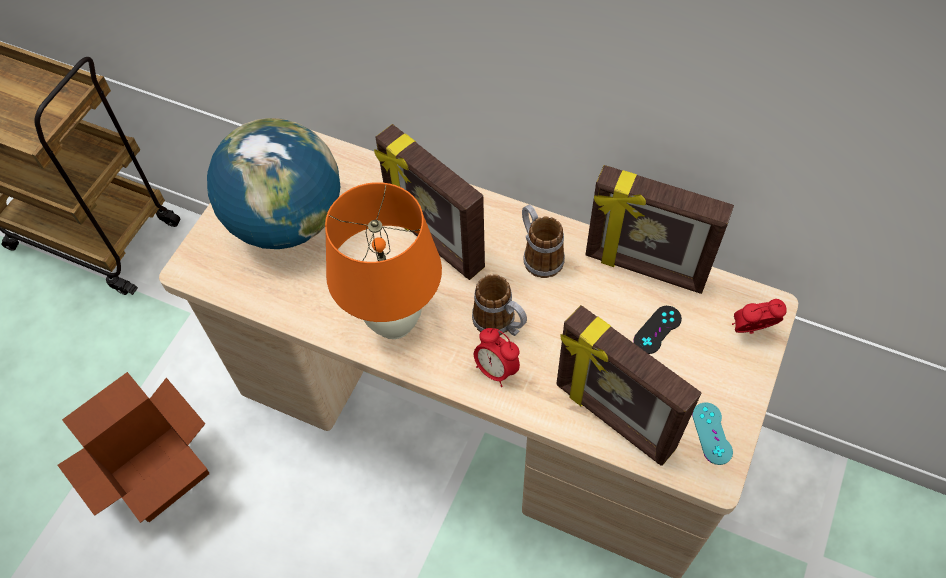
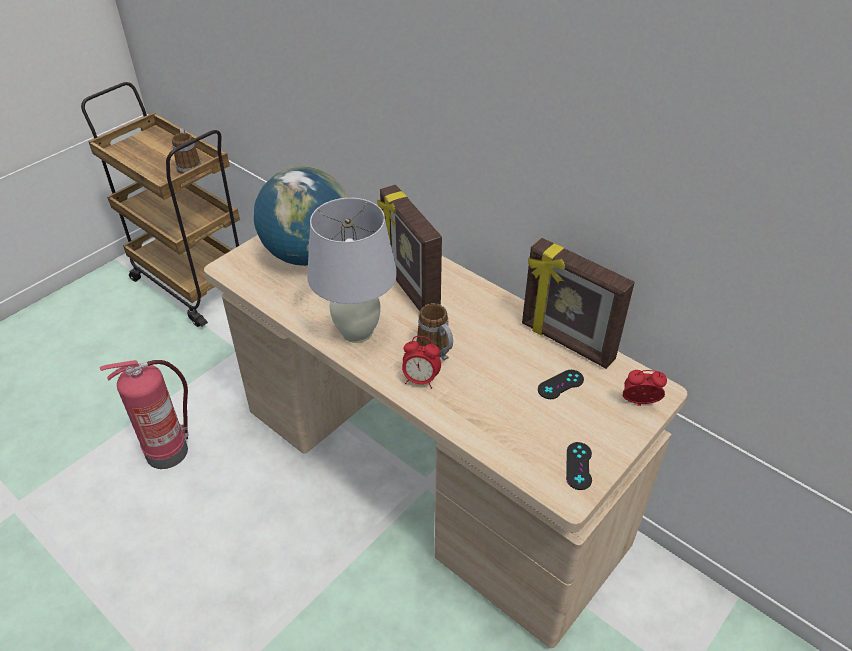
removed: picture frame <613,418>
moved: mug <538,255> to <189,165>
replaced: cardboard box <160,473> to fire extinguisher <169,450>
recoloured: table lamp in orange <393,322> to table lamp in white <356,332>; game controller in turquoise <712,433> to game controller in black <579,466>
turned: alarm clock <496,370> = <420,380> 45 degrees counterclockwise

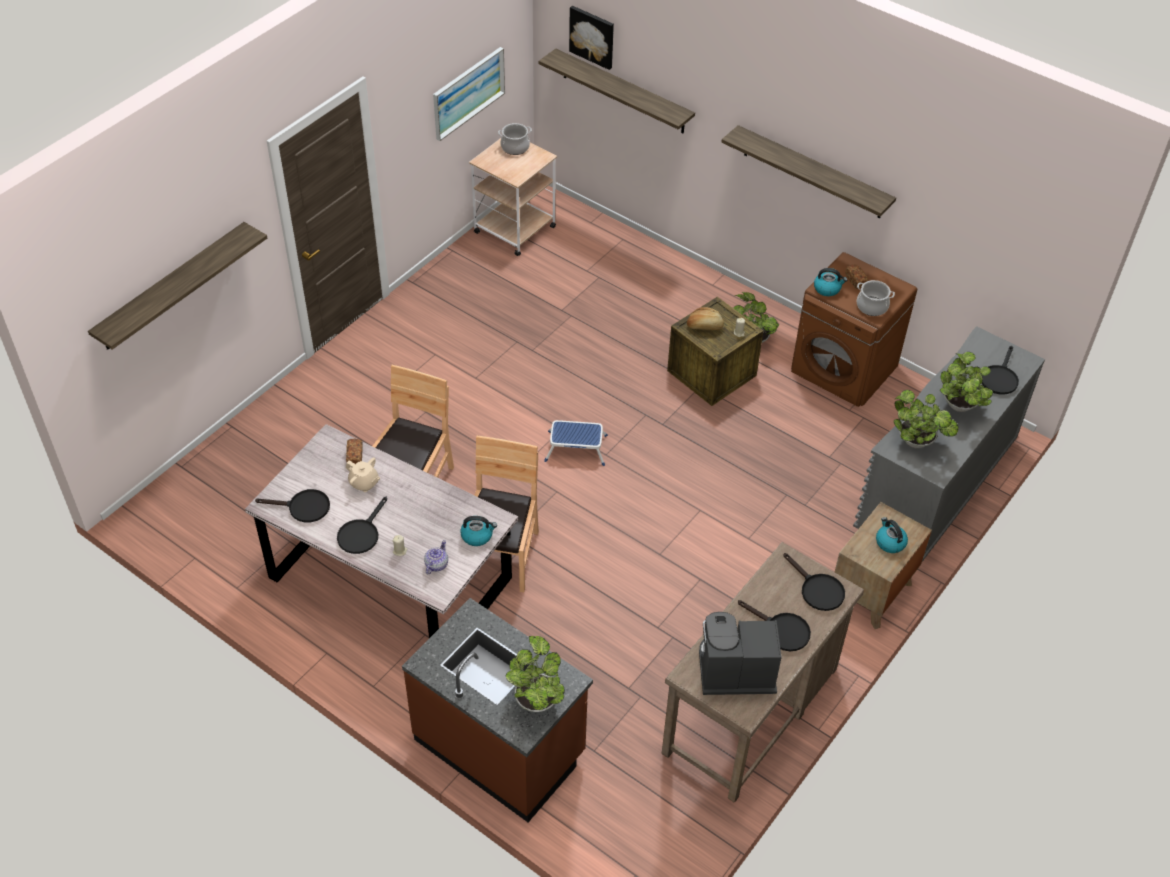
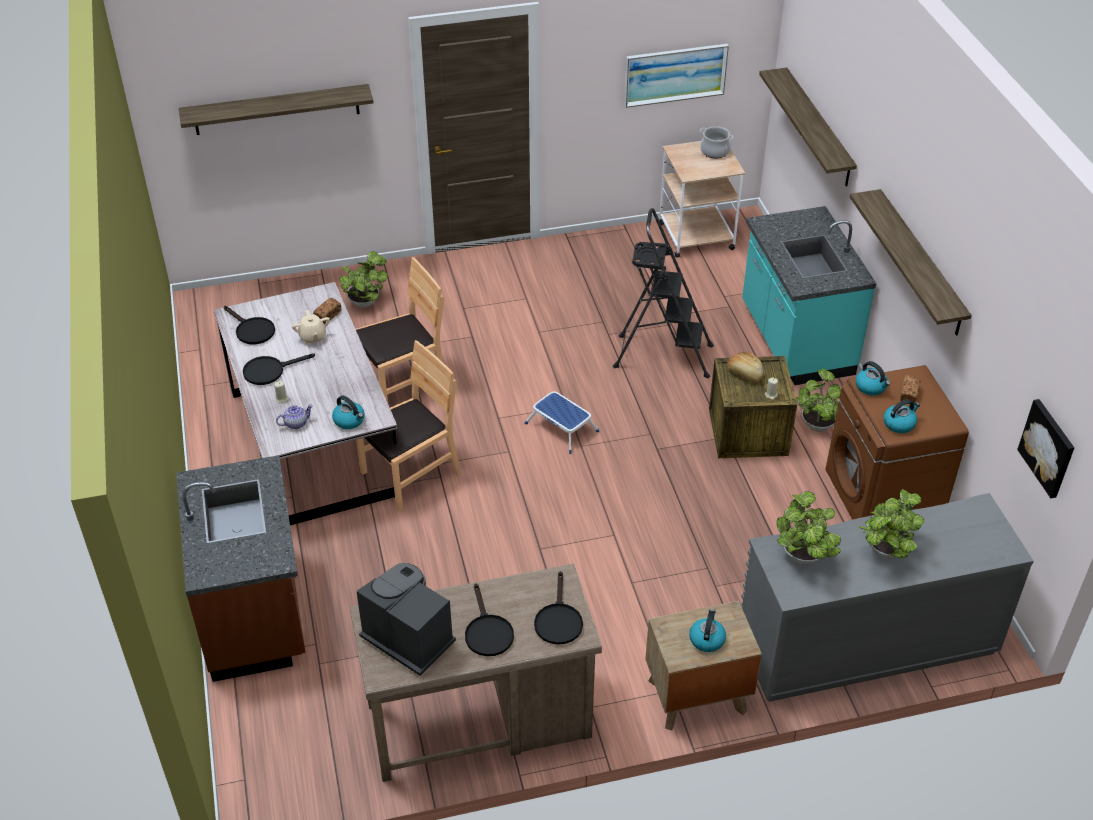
removed: frying pan in black <999,378>
added: step ladder <662,355>; counter in turquoise <795,341>
moved: potted plant <536,698> to <365,301>; picture <592,36> to <1048,448>
replaced: cooking pot <871,306> to kettle <899,423>

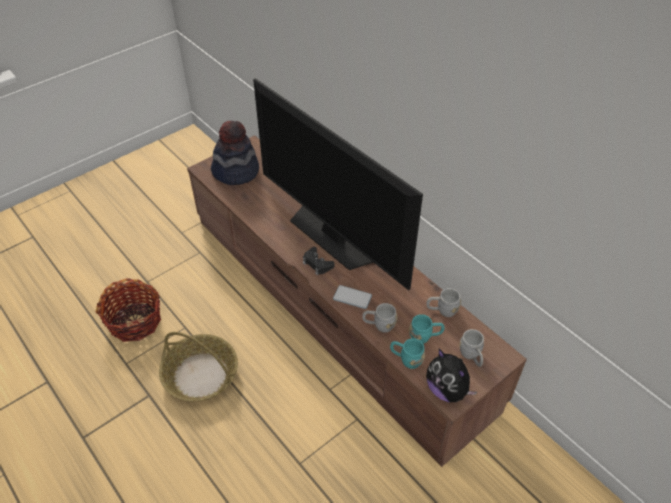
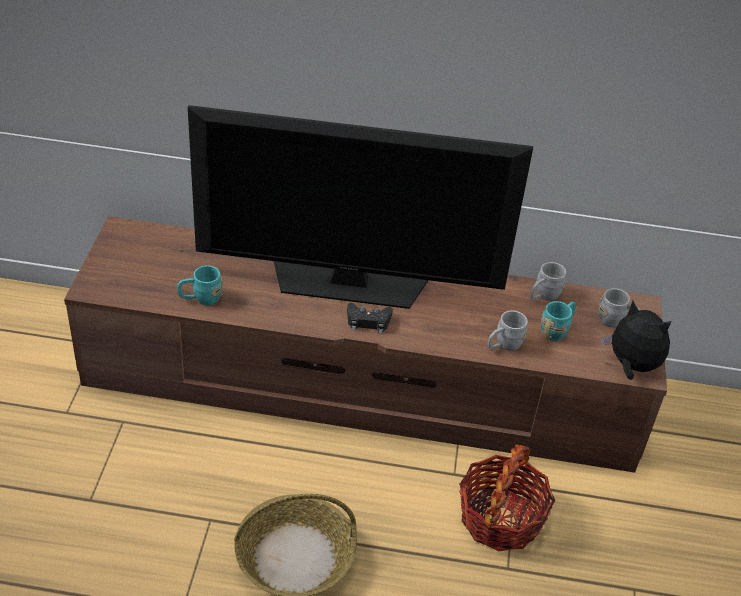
removed: hat <236,171>; phone <352,297>
moved: mug in turquoise <406,359> to <201,299>; basket <135,321> to <500,518>
turned: plush toy <447,390> = <631,366> 150 degrees counterclockwise

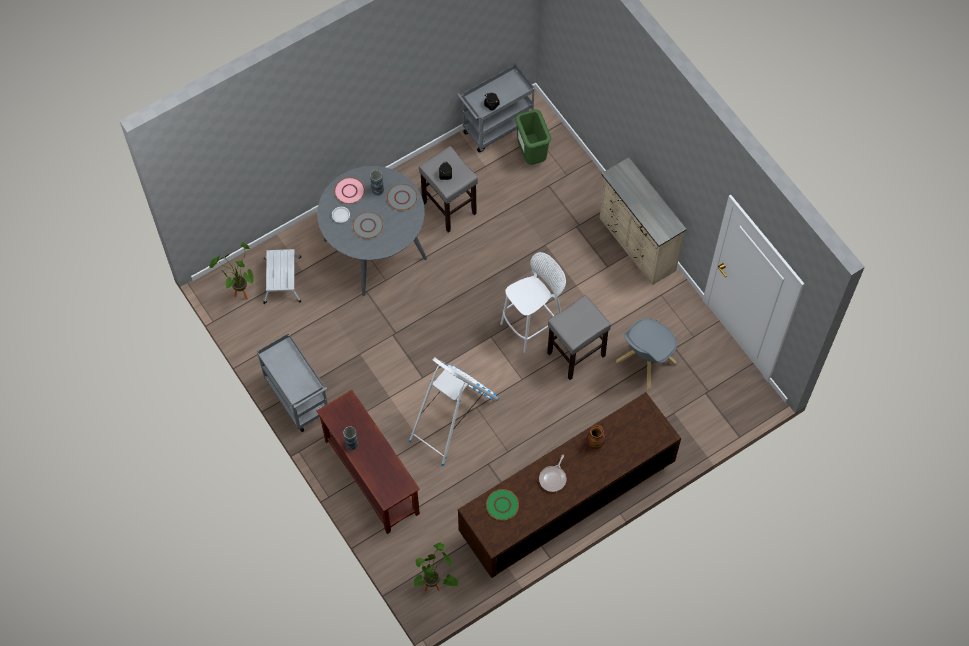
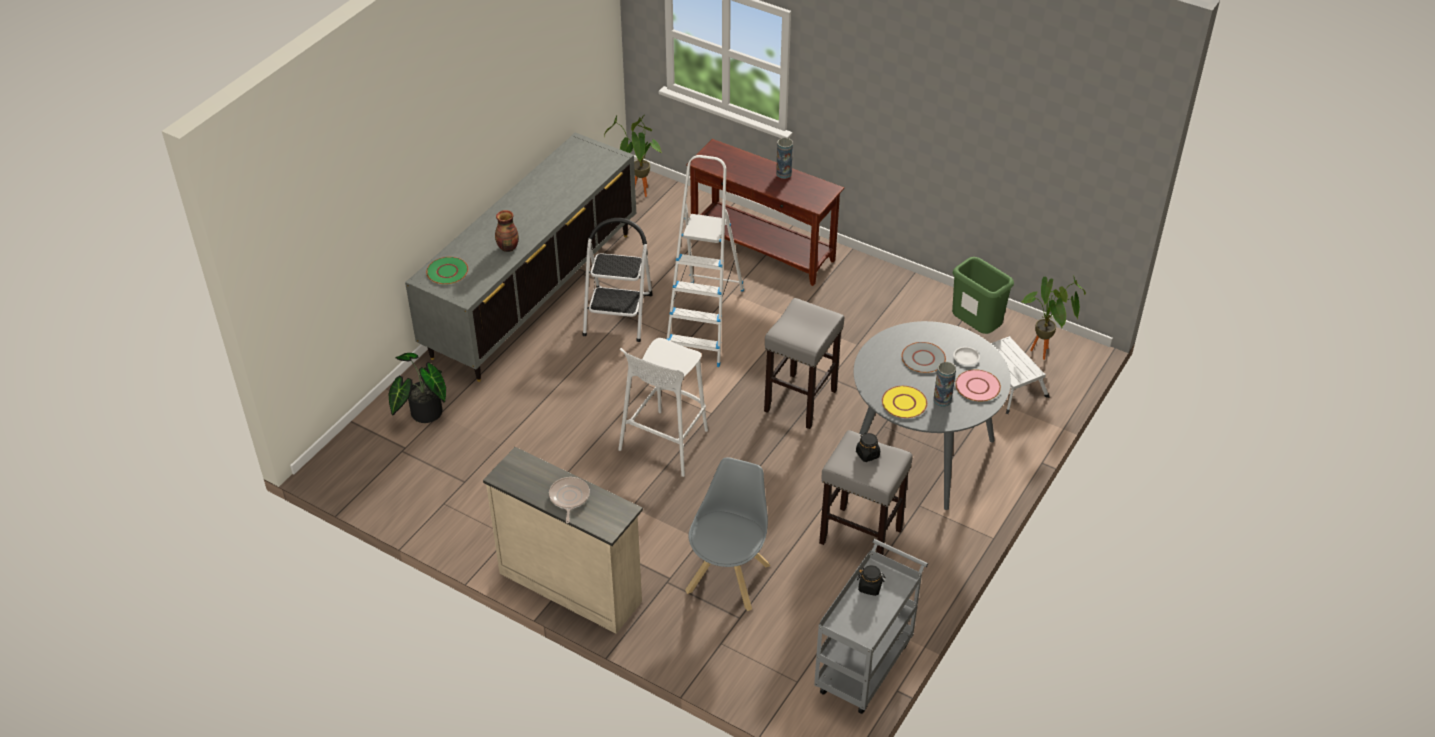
removed: cart in grey <299,401>
added: potted plant <422,413>; step ladder <619,313>
moved: plate in green <502,505> to <447,271>; frying pan <553,478> to <569,498>; chair in grey <644,363> to <729,576>; stool in grey <575,355> to <801,400>; trash can in green <531,154> to <976,329>
recoloured: cabinet in brown <566,502> to cabinet in grey <533,295>; plate in grey <402,197> to plate in yellow <904,403>

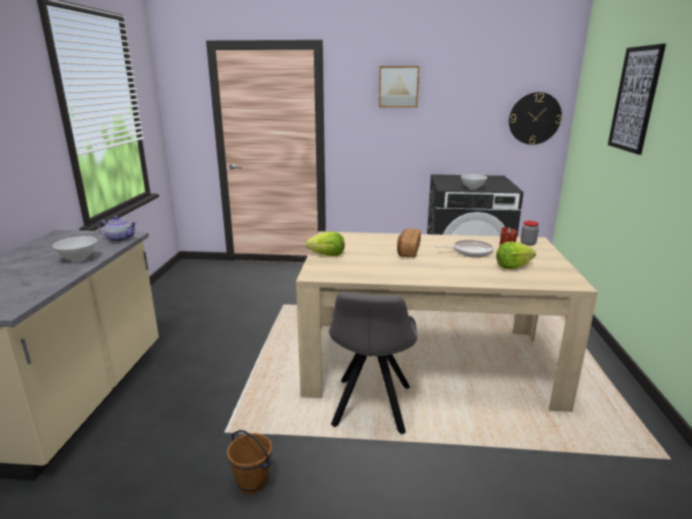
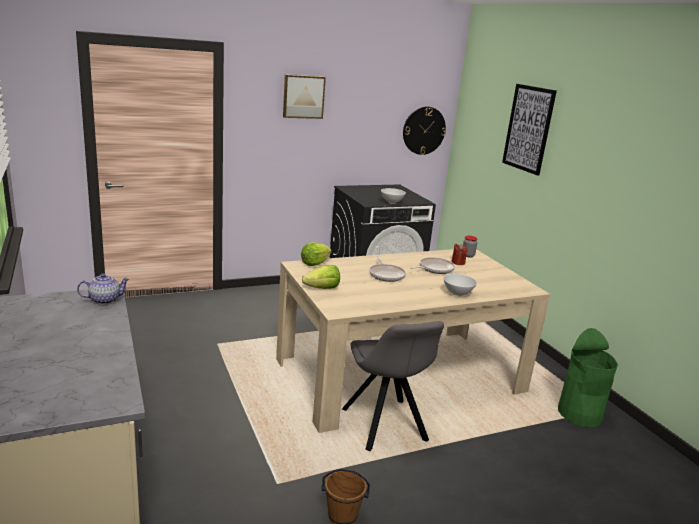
added: trash can in green <579,413>
moved: lettuce <512,266> to <314,263>; bowl in white <79,259> to <457,294>
replaced: bread <407,251> to frying pan <386,275>

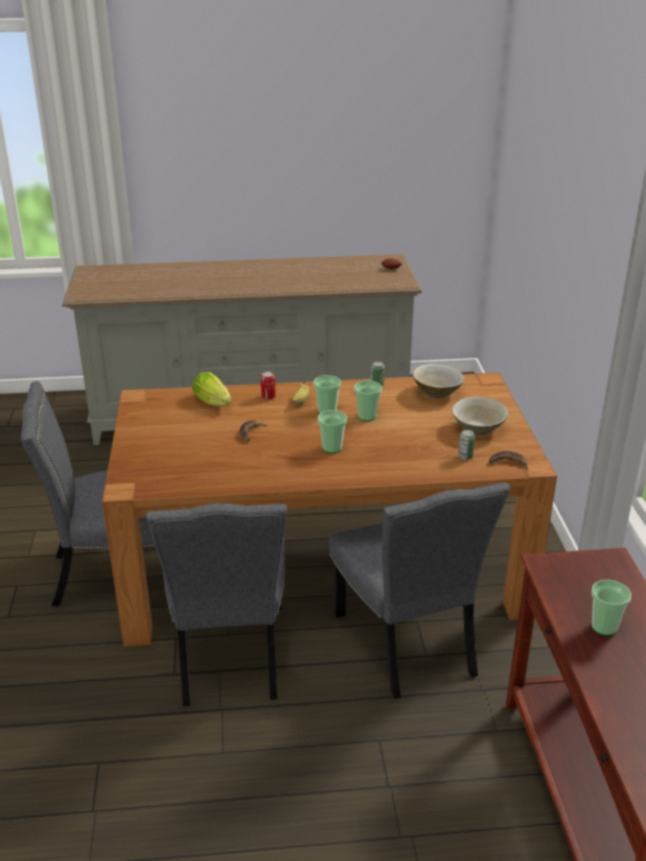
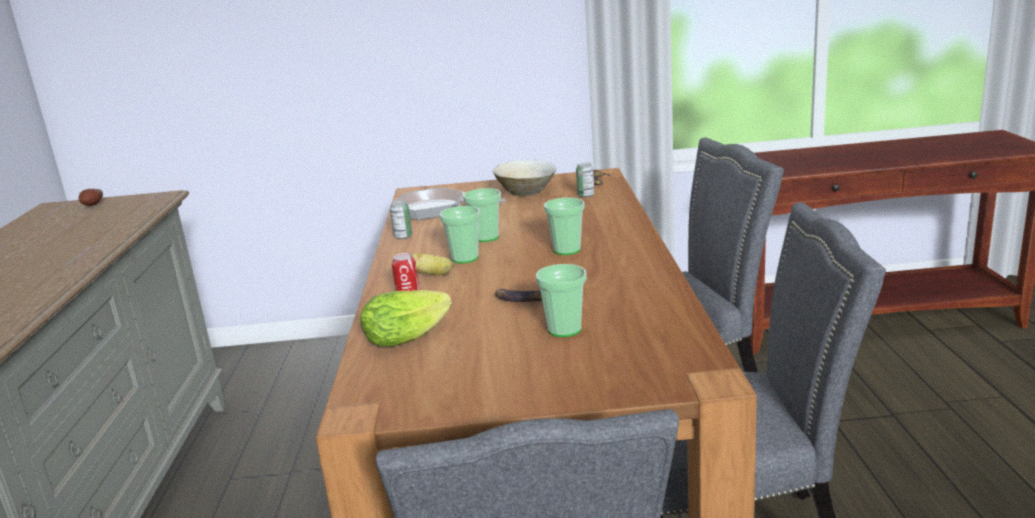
moved: cup <604,627> to <564,329>
replaced: bowl in beige <437,393> to frying pan <436,209>

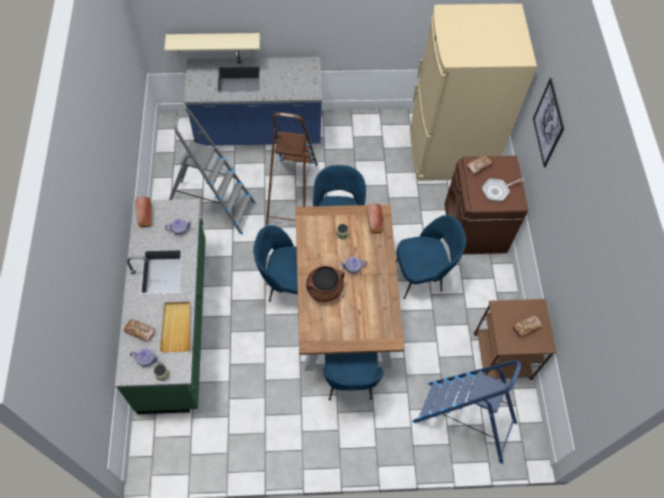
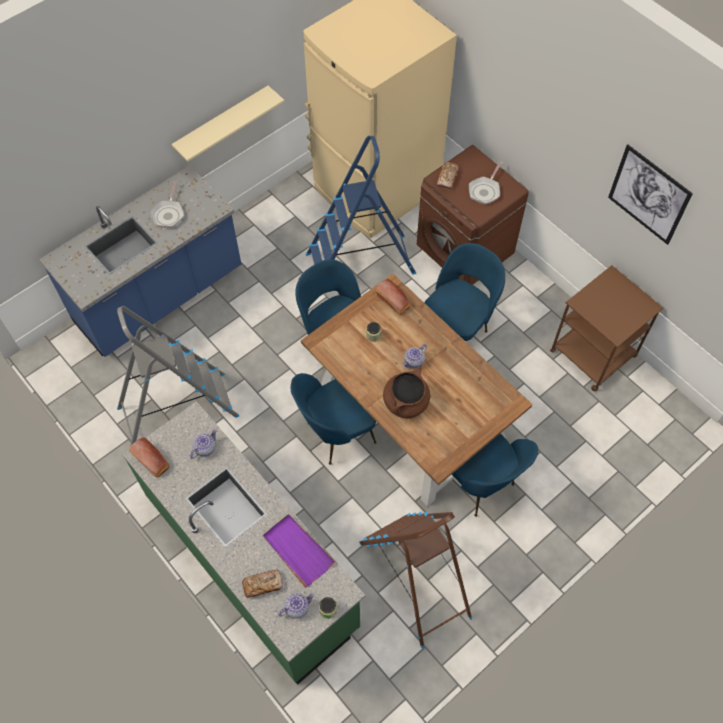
removed: bread <526,327>
added: frying pan <168,213>
moved: shelf in beige <214,42> to <222,124>; step ladder in blue <464,422> to <360,264>; step ladder in brown <292,193> to <413,579>; picture <548,123> to <648,195>
recoloured: tray in beige <176,327> to tray in purple <297,550>

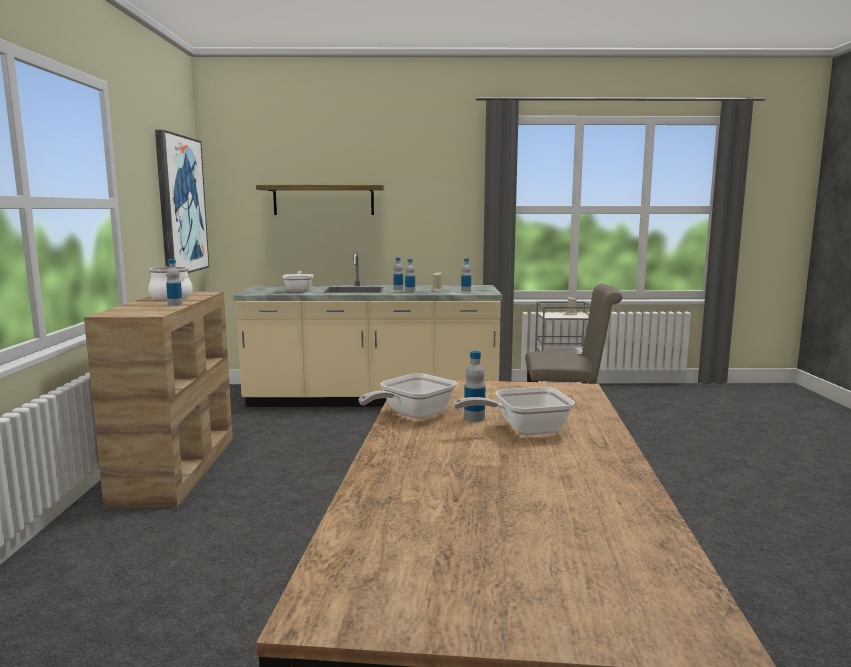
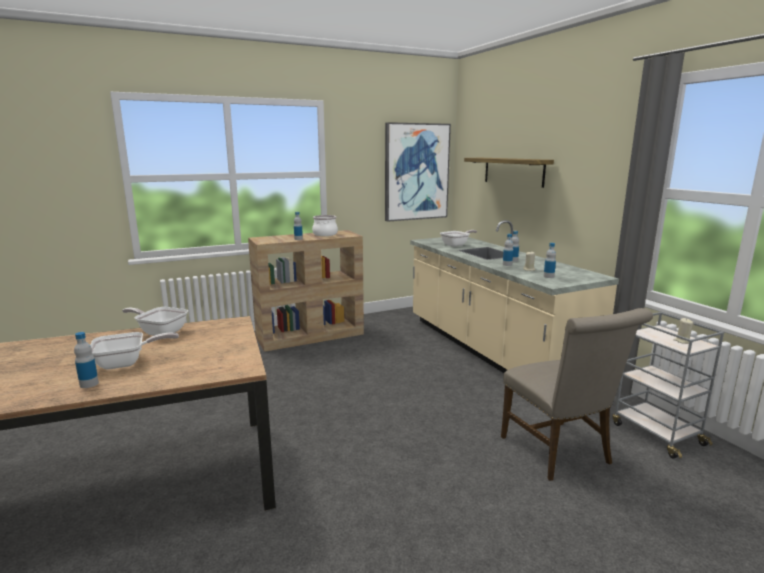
moved: bottle <474,418> to <89,384>
turned: frying pan <523,430> = <127,363> 105 degrees clockwise

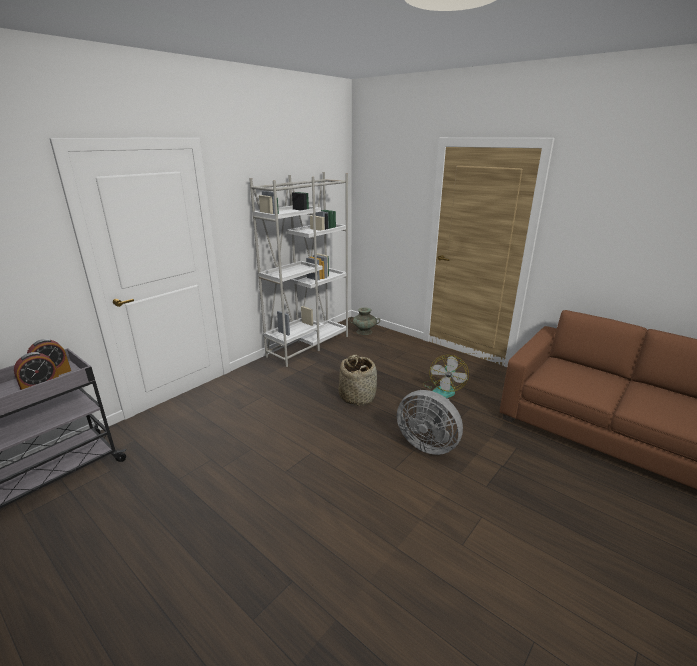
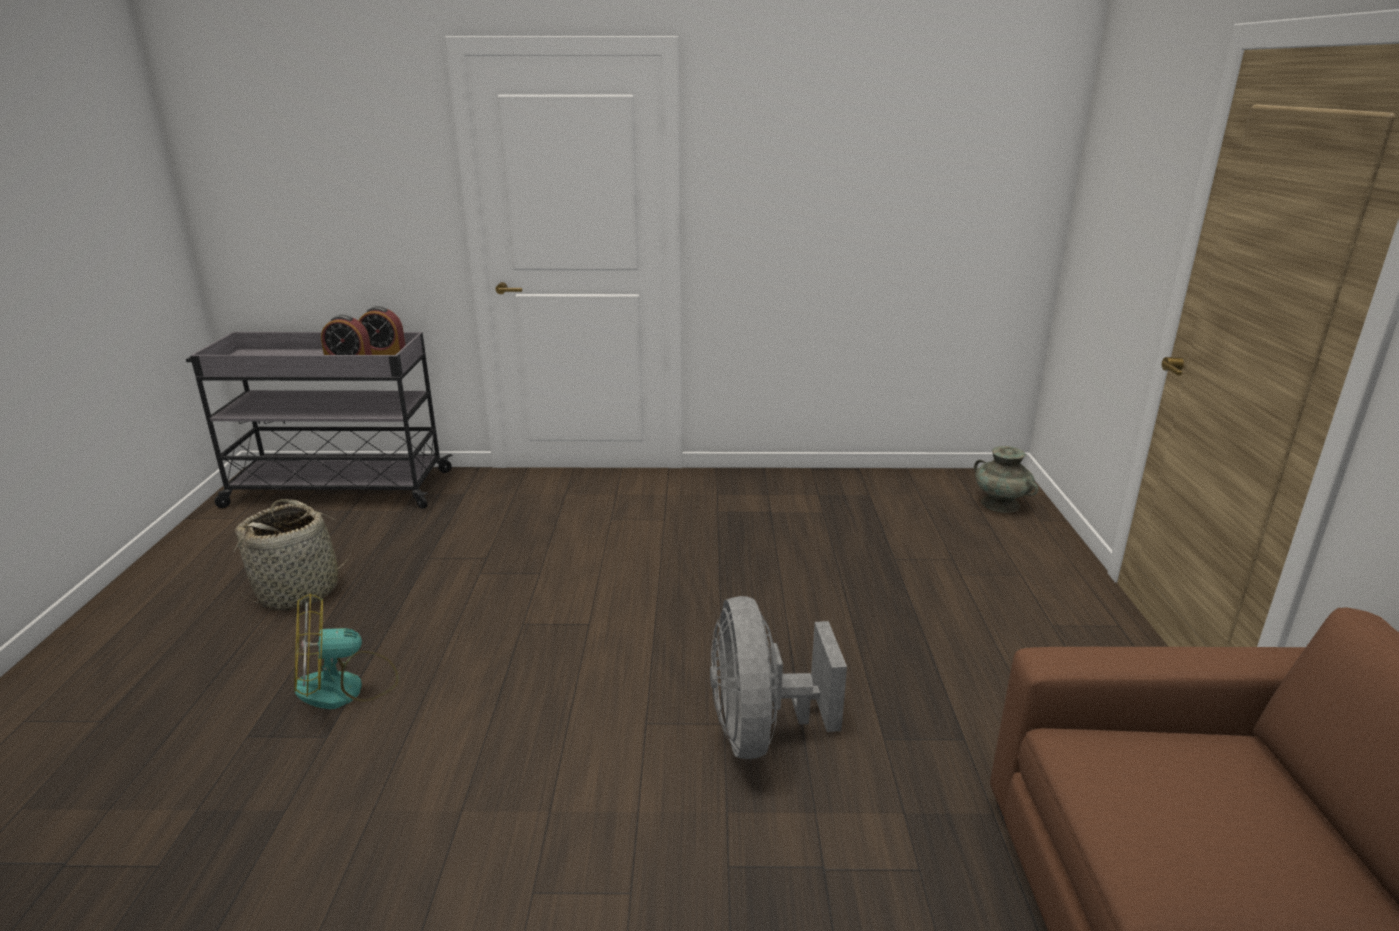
removed: bookcase in white <309,346>
moved: basket <357,396> to <299,591>; fan <443,390> to <346,687>

